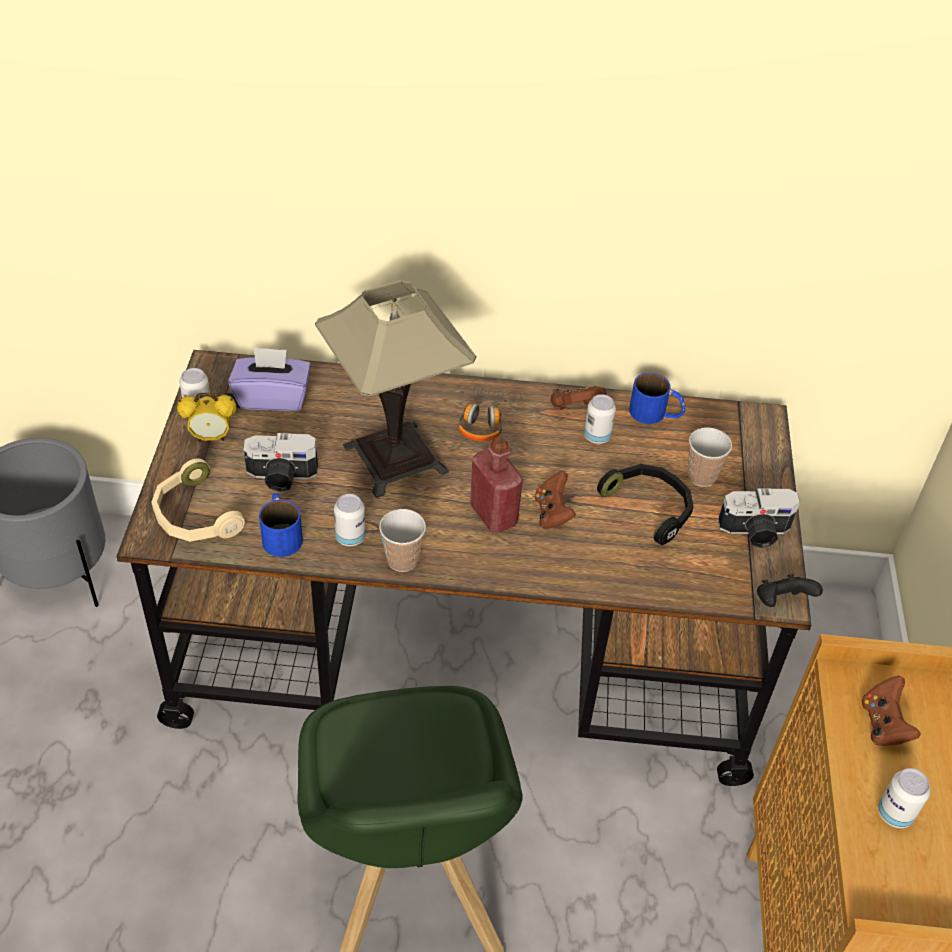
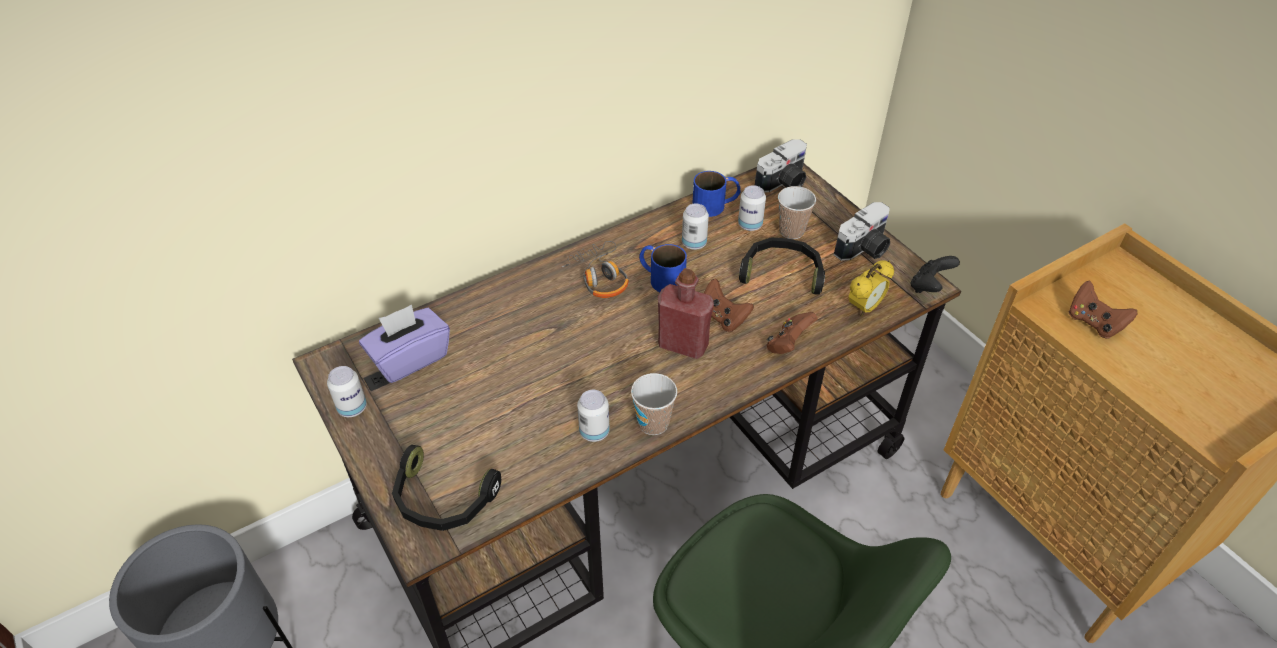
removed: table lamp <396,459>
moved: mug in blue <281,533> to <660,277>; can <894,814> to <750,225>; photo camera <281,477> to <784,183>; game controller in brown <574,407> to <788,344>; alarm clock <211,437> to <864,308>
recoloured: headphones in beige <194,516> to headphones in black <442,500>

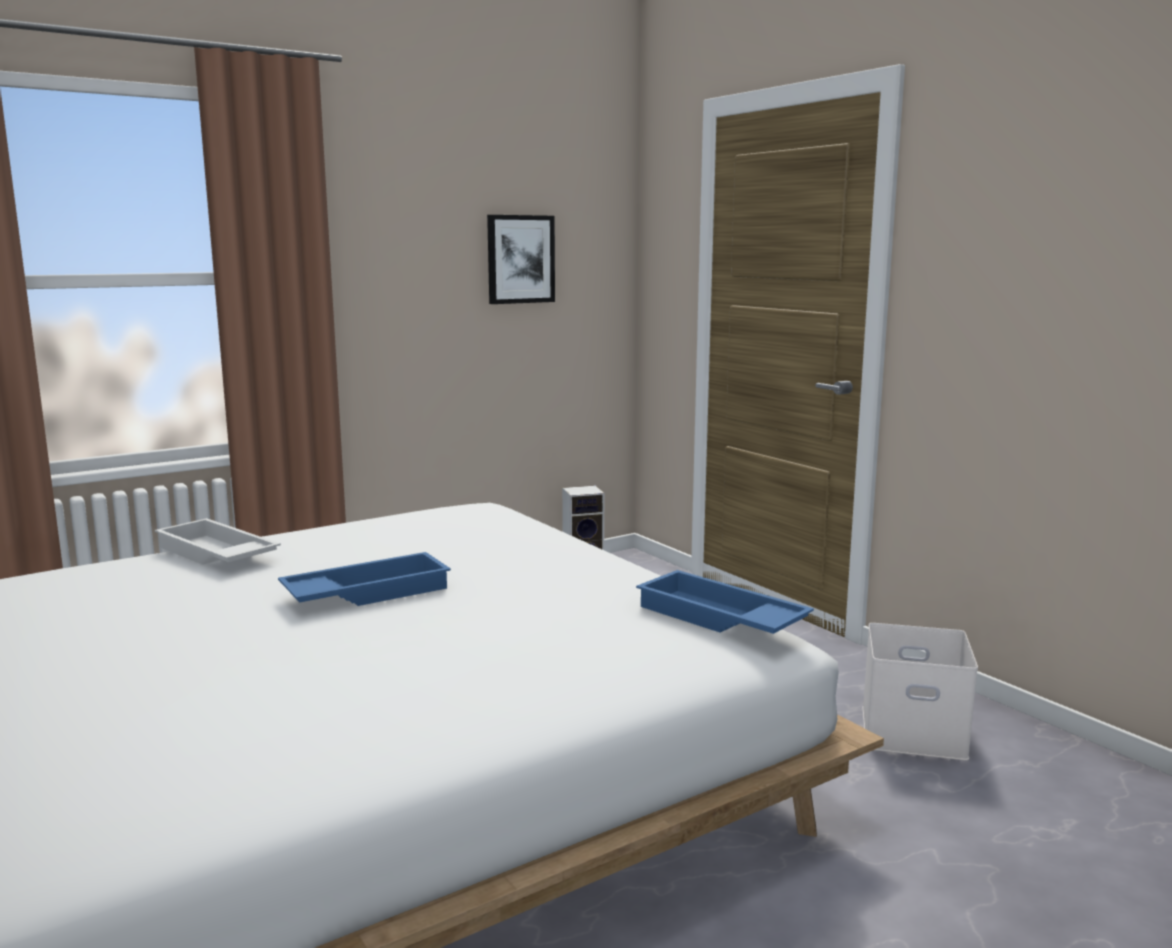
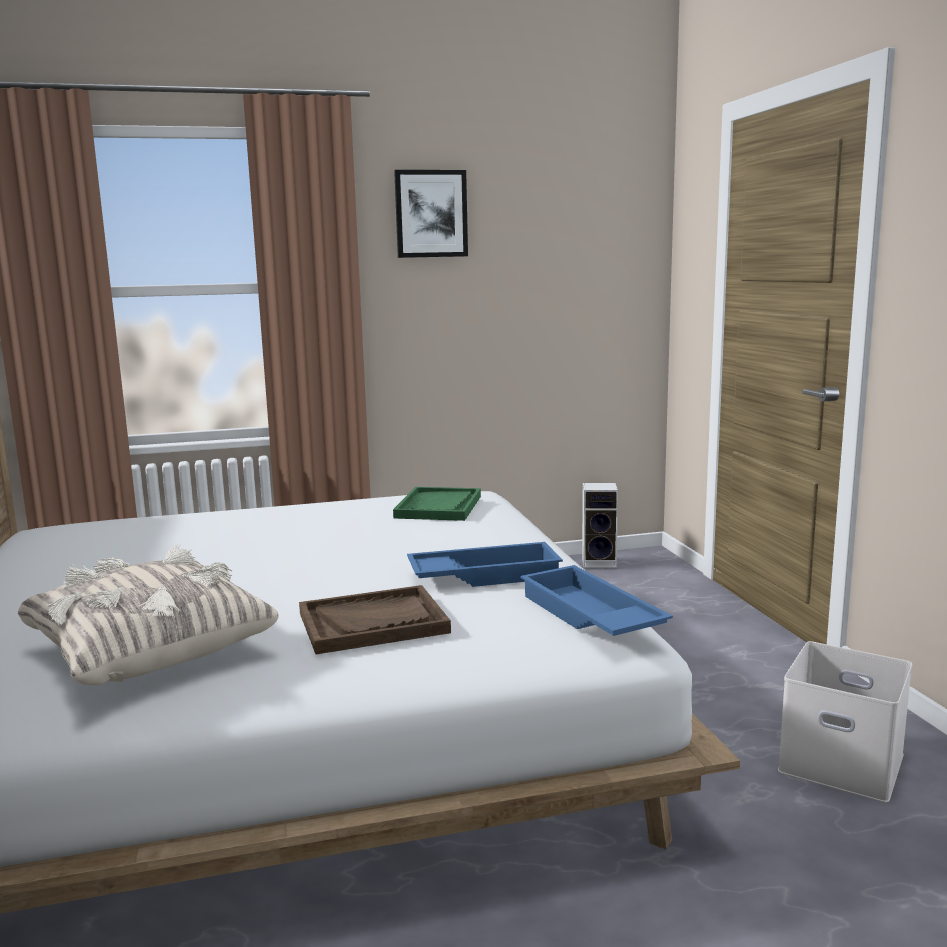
removed: tray in white <215,555>
added: pillow in beige <151,653>; tray in brown <373,623>; tray in green <439,507>
moved: picture <520,259> to <431,214>; tray in blue <367,592> to <485,575>

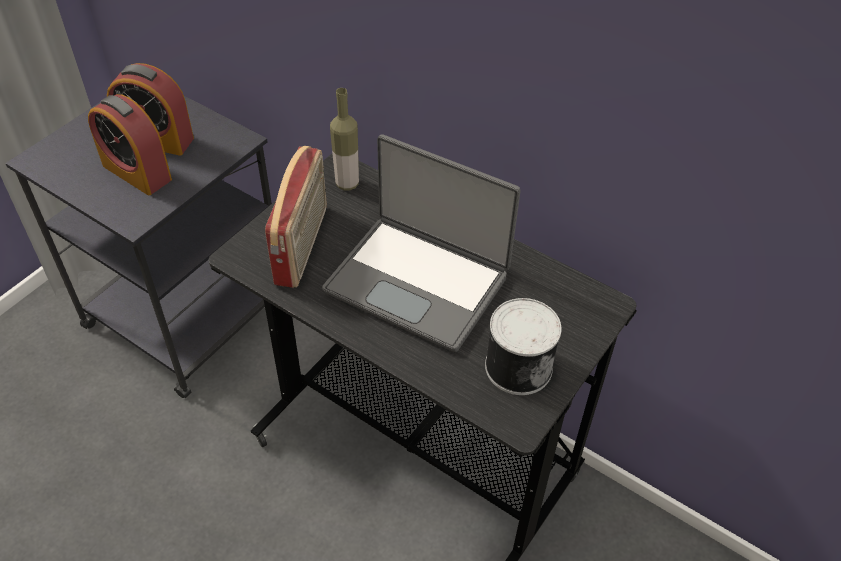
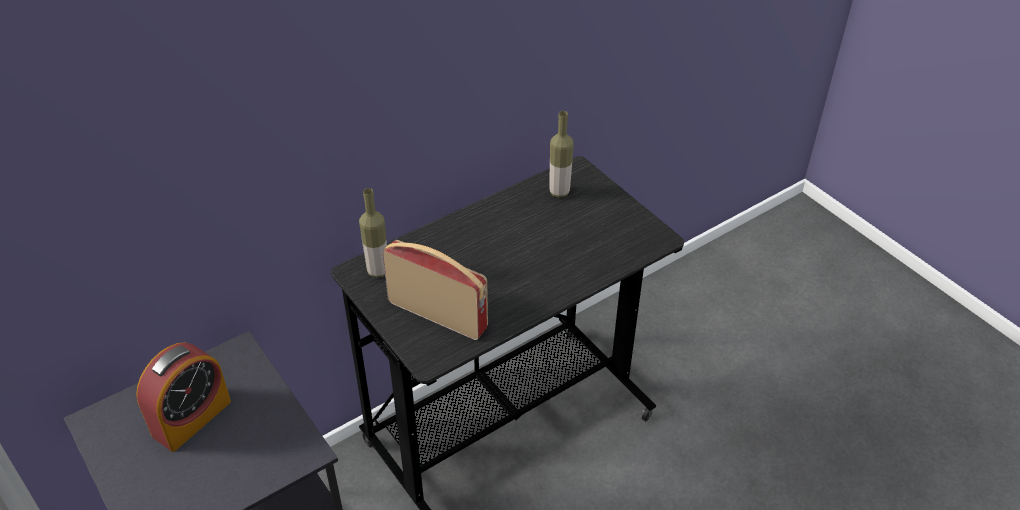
removed: alarm clock <137,172>; laptop <418,281>; can <517,365>
added: bottle <559,192>

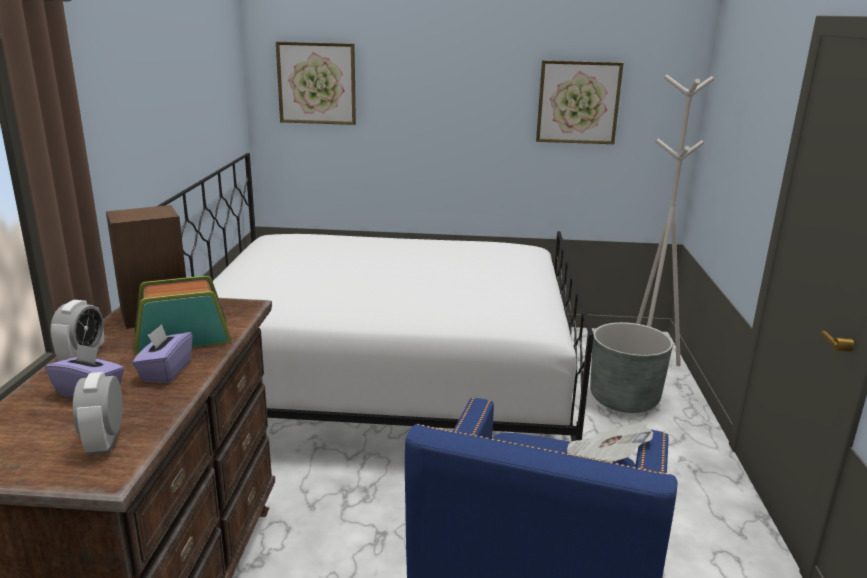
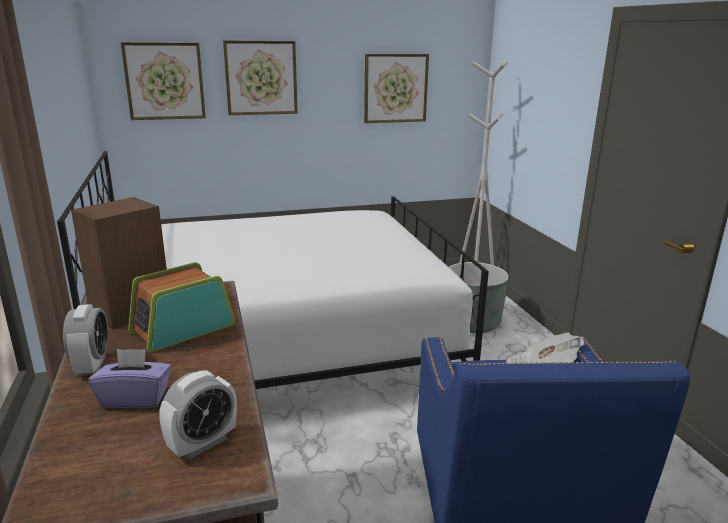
removed: tissue box in purple <165,371>
added: picture <261,78>
turned: alarm clock <105,442> = <202,444> 105 degrees counterclockwise

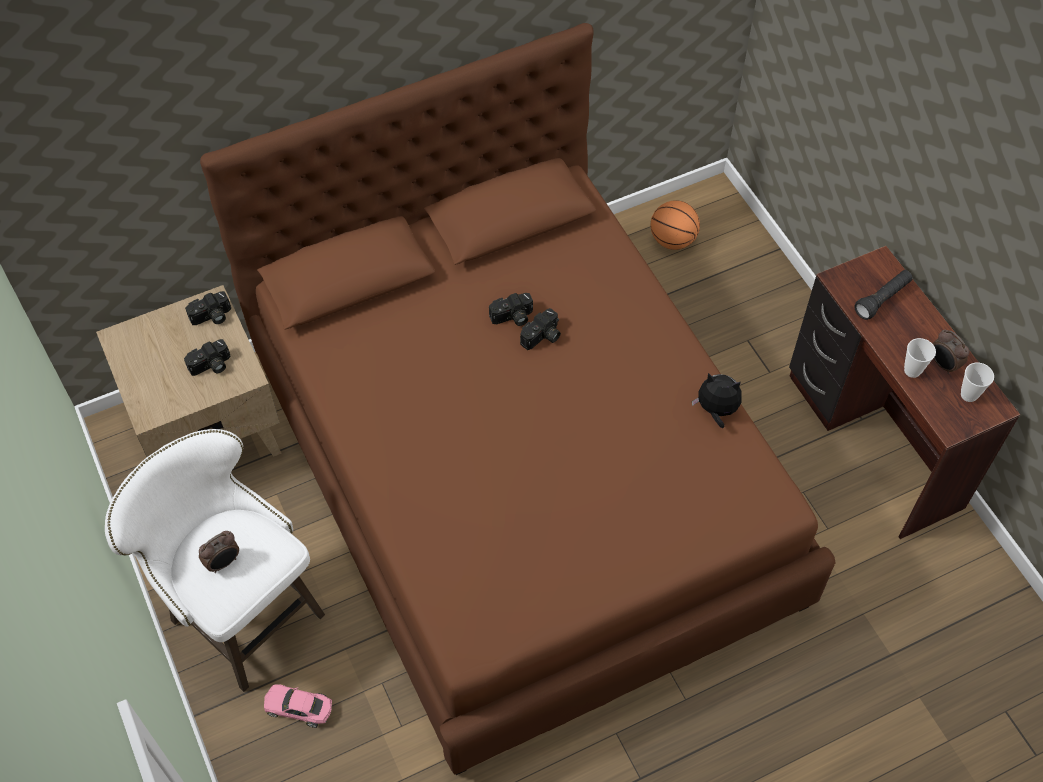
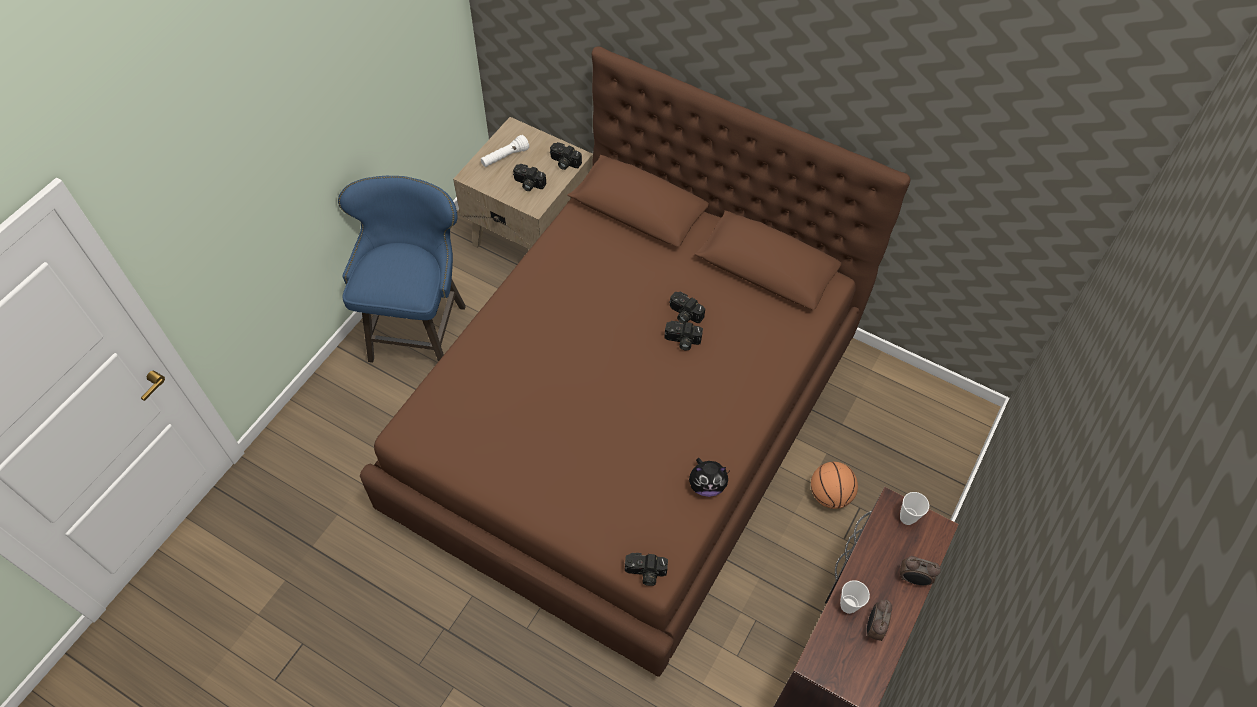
removed: toy car in pink <298,707>; flashlight in black <882,299>
added: flashlight in white <505,157>; photo camera <645,573>
moved: basketball <672,240> to <829,495>; cup <969,395> to <907,518>; alarm clock <223,563> to <913,579>
recoloured: stool in white <242,613> to stool in blue <419,328>
turned: plush toy <716,410> = <707,485> 105 degrees clockwise

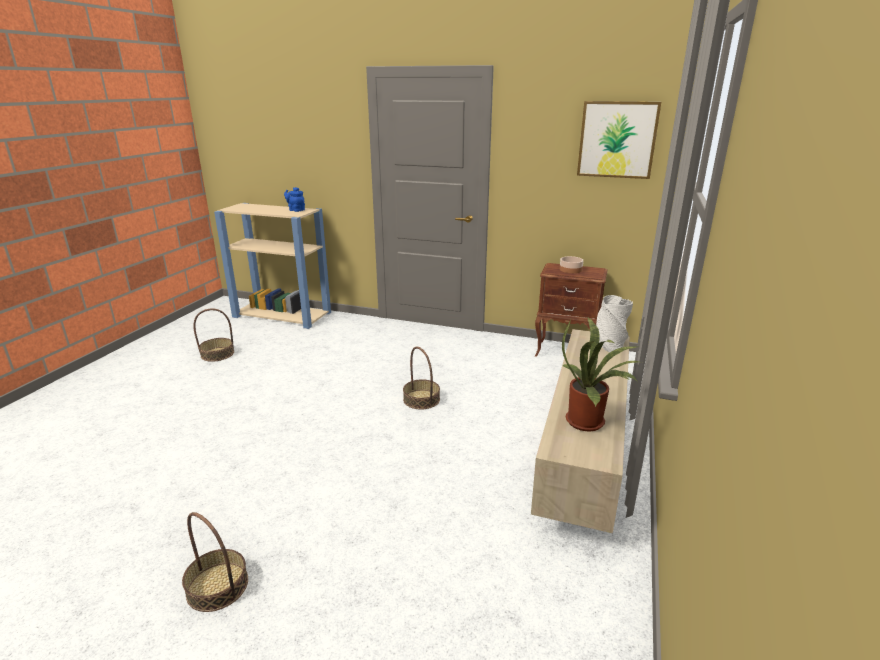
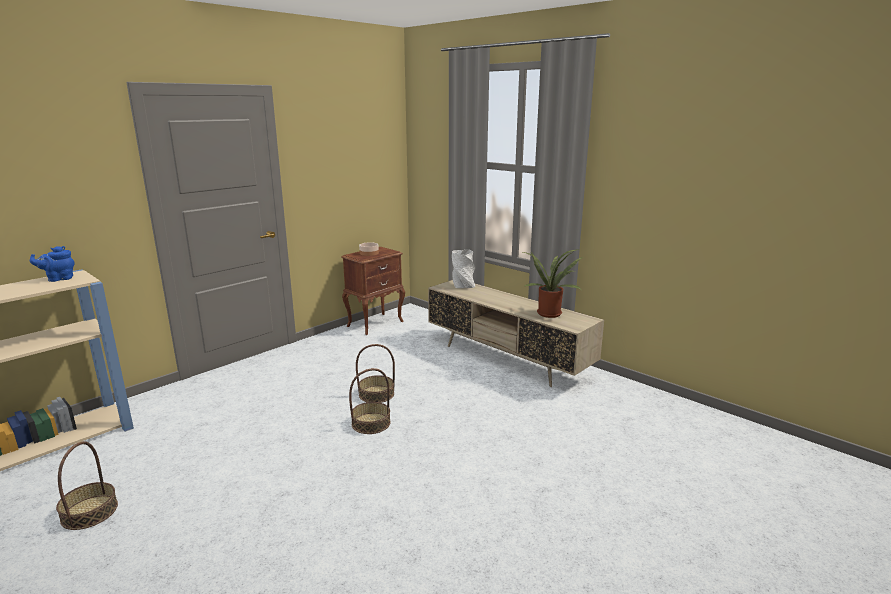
removed: picture <617,140>
moved: basket <218,586> to <371,423>

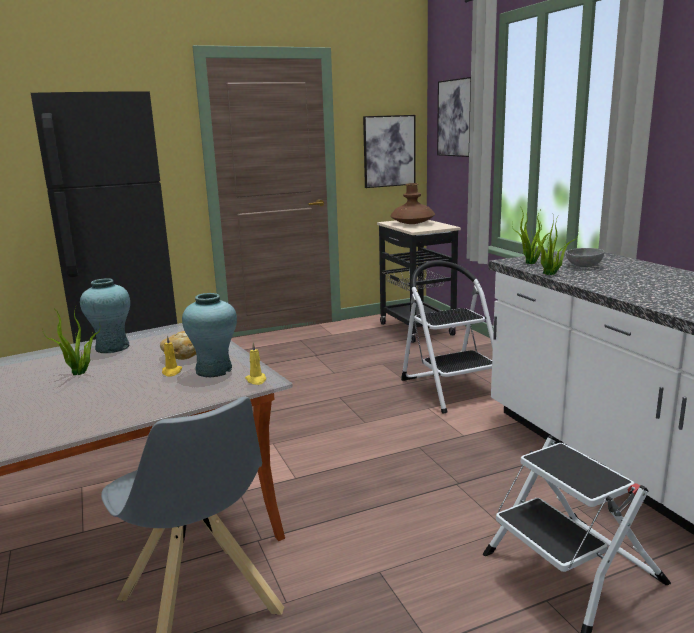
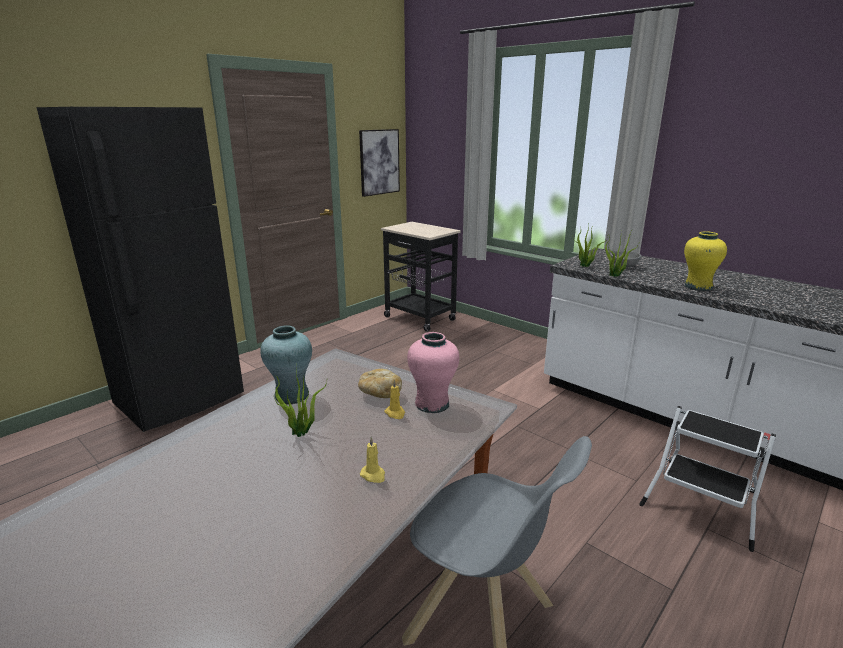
removed: vase in brown <412,223>; step ladder <451,388>; picture <456,118>
added: vase in yellow <698,287>
moved: candle in yellow <256,380> to <373,475>
recoloured: vase in turquoise <214,370> to vase in pink <432,403>

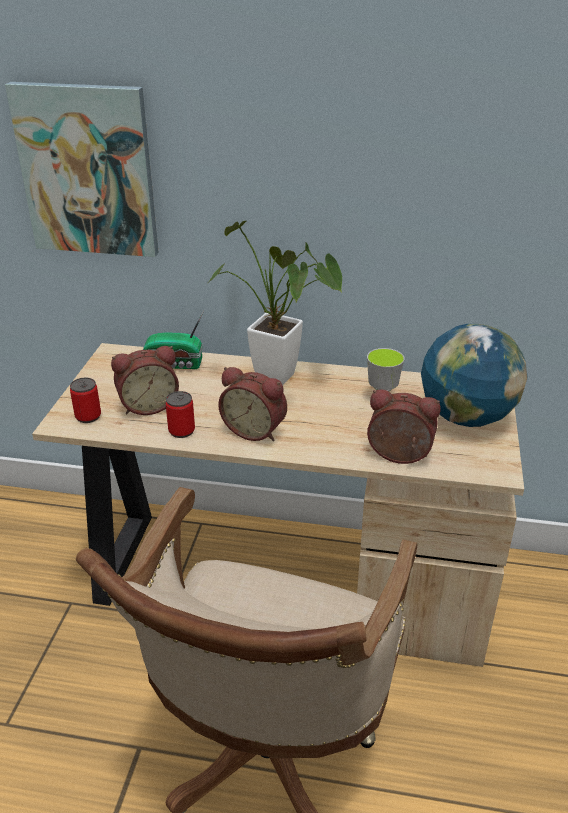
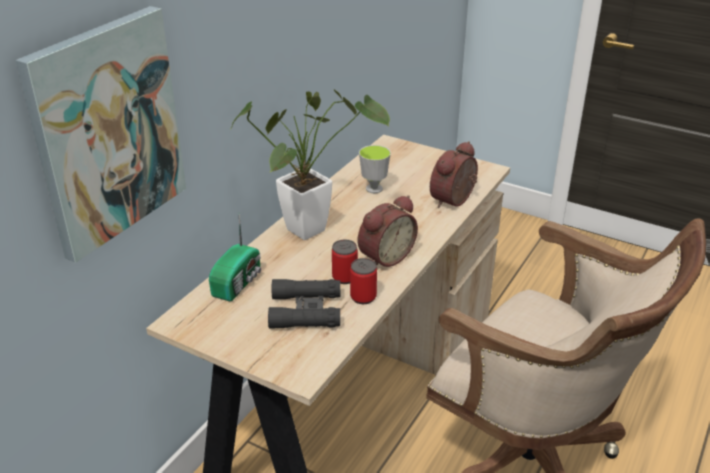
removed: globe <466,417>
moved: can <88,416> to <344,277>
replaced: alarm clock <148,405> to binoculars in black <305,311>

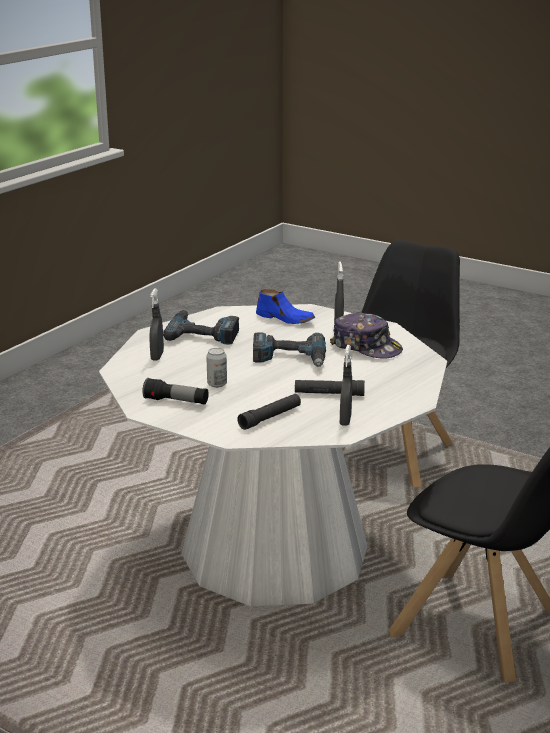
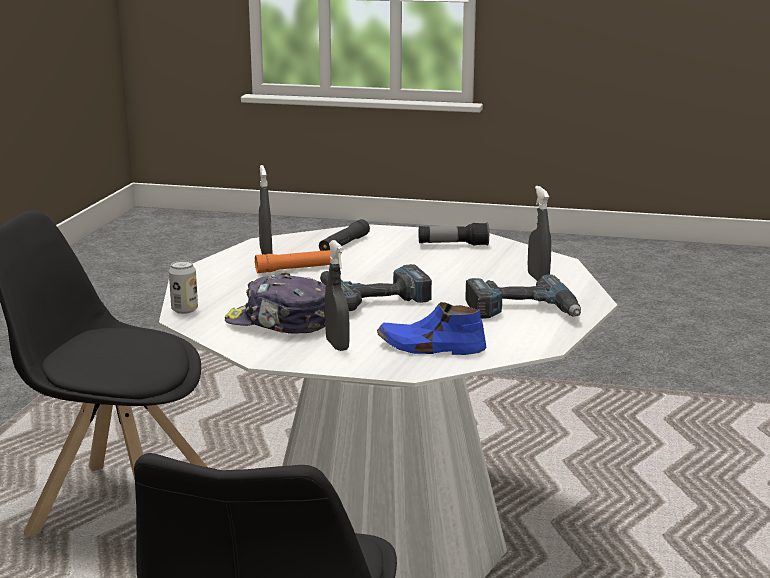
moved: can <217,384> to <184,310>
recoloured: flashlight in black <329,394> to flashlight in orange <297,269>

